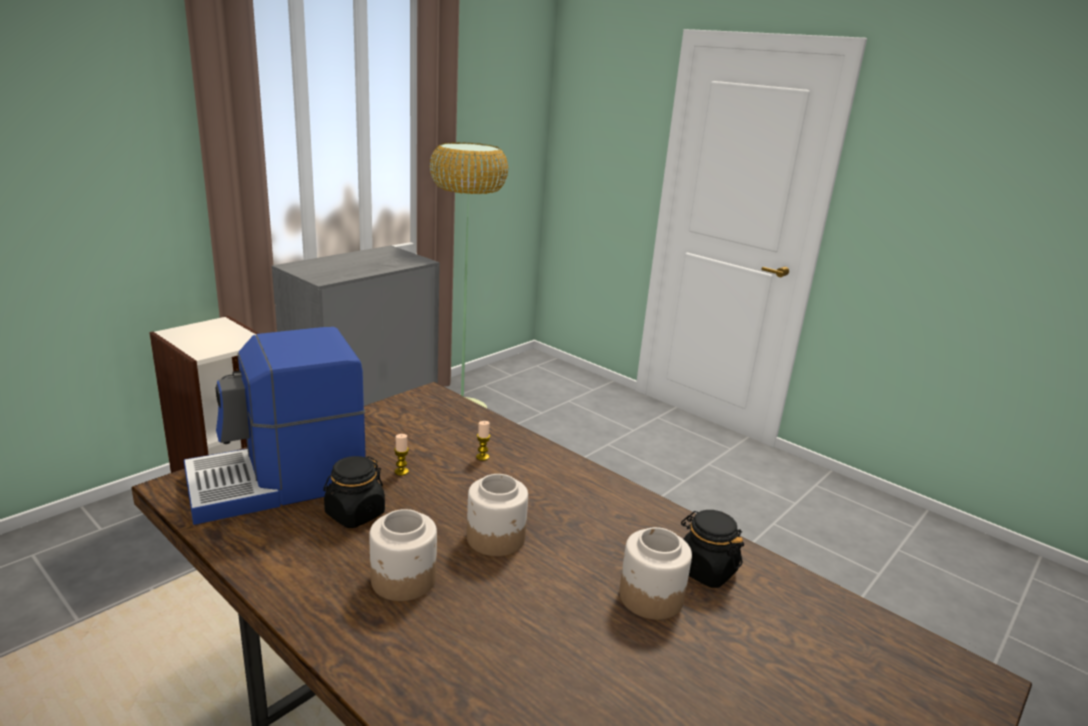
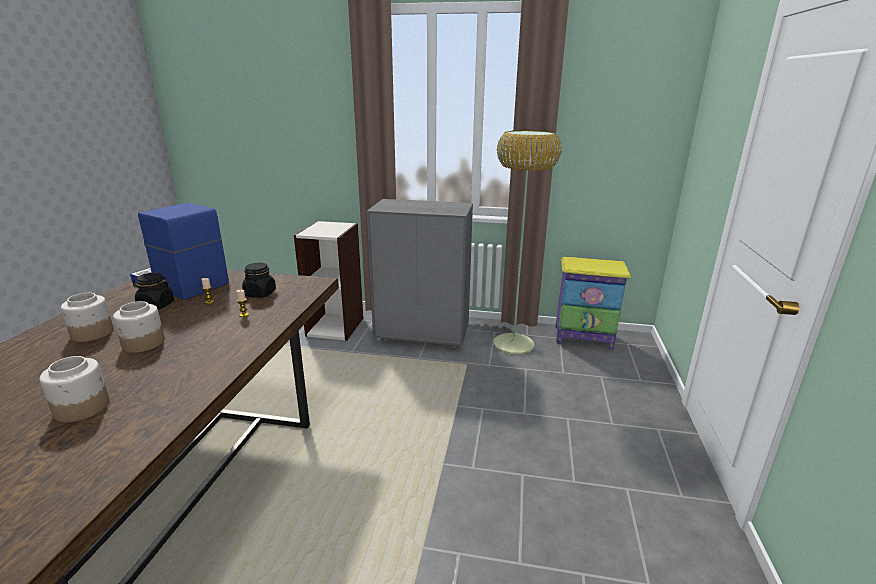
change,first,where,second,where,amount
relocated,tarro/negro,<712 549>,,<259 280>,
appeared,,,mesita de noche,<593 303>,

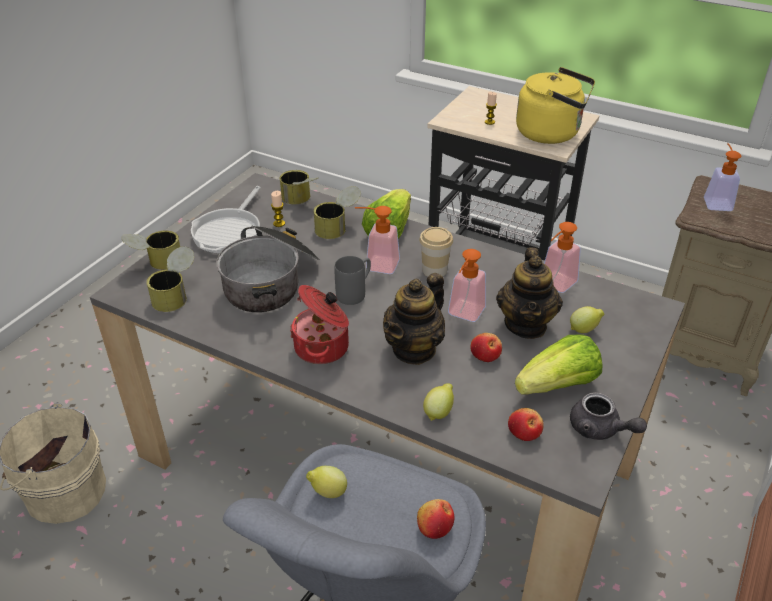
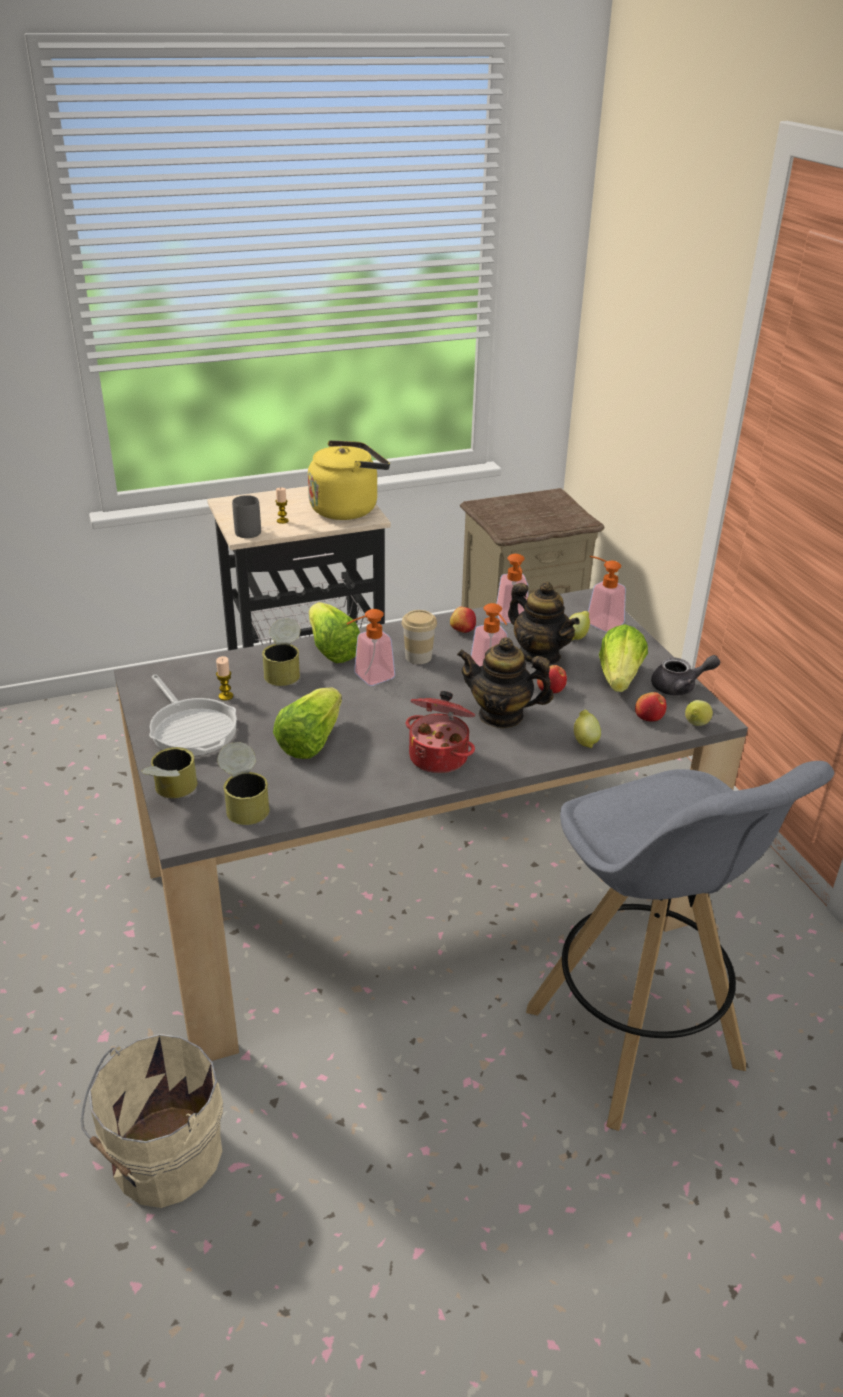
change,first,where,second,where,amount
relocated,taza grande/gris,<352 280>,,<246 516>,
exchanged,olla,<267 269>,lechuga,<307 723>,
relocated,manzana,<436 519>,,<463 620>,
spun,tetera,<414 319>,,<505 682>,120 degrees clockwise
relocated,dispensador de jabón,<722 177>,,<607 594>,
relocated,limón,<326 482>,,<699 713>,
missing,lata,<298 187>,,,

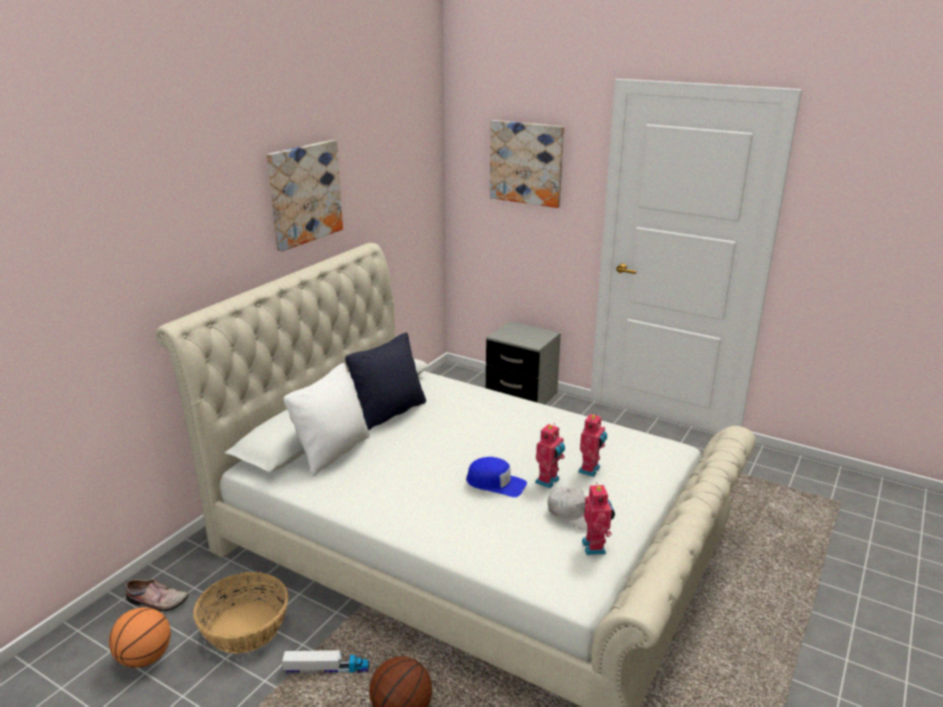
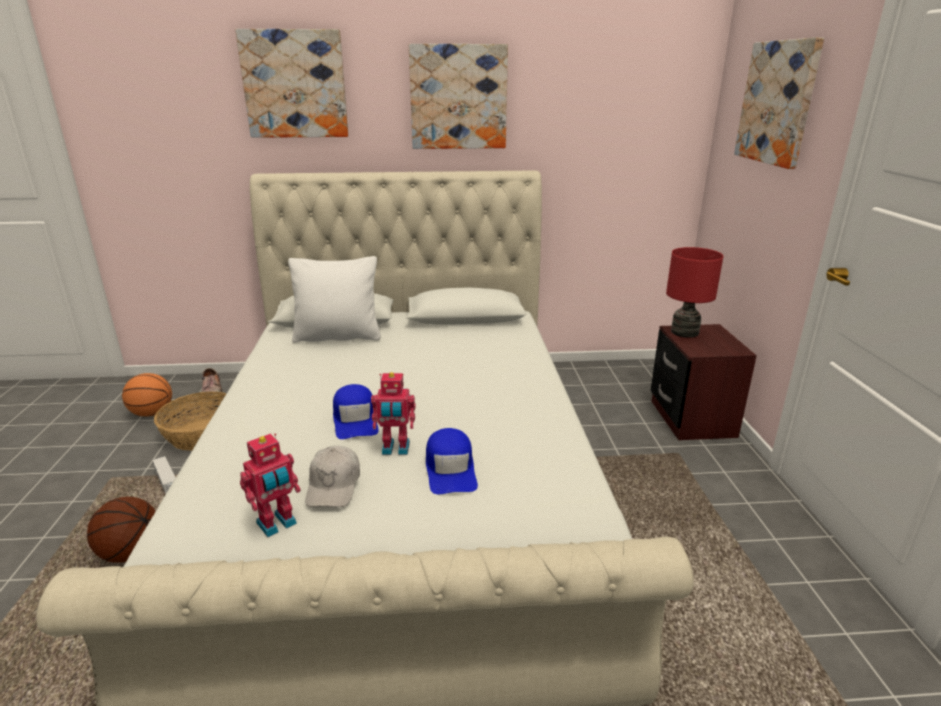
change,first,where,second,where,amount
appeared,,,cuadro,<292 83>,
exchanged,robot de juguete,<592 445>,gorra/azul,<452 461>,
colour,mesita de noche/gris,<523 363>,mesita de noche/marrón,<704 382>,
appeared,,,lámpara de mesa/rojo,<694 292>,
missing,cojín/negro,<385 381>,,,

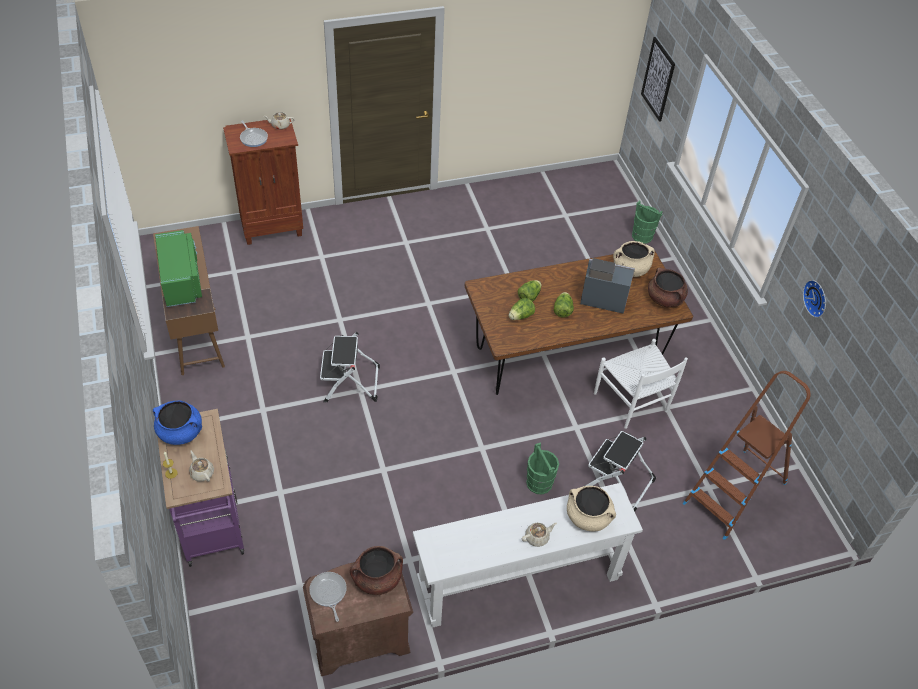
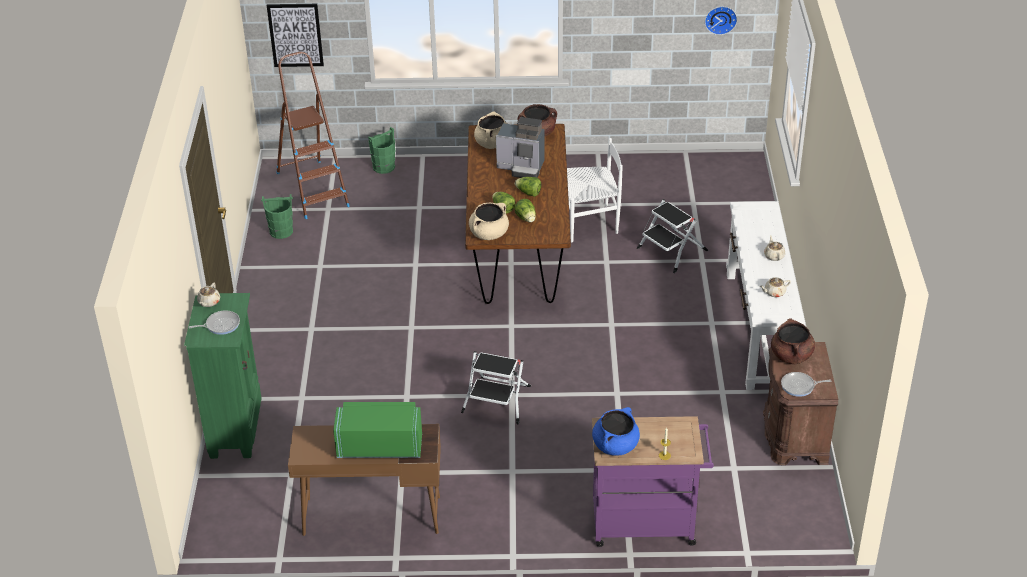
change,first,where,second,where,amount
colour,armario/marrón,<263 182>,armario/verde,<223 376>,
relocated,cubo/verde,<542 468>,,<277 216>,
relocated,escalera de tijera/marrón,<747 455>,,<313 135>,
relocated,olla/beis,<591 508>,,<489 221>,
spun,cafetera,<607 286>,,<520 147>,105 degrees counterclockwise
relocated,reloj de pared,<814 299>,,<721 20>,
relocated,tetera/beis,<201 466>,,<775 287>,

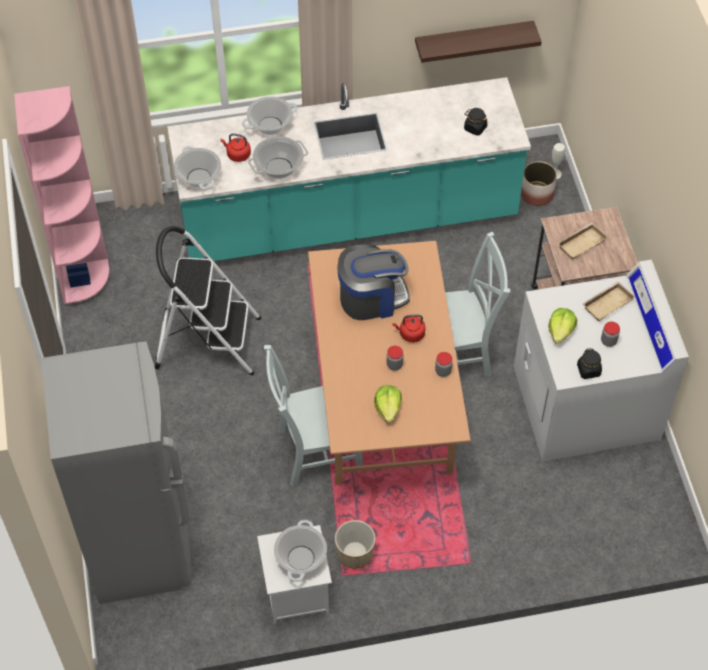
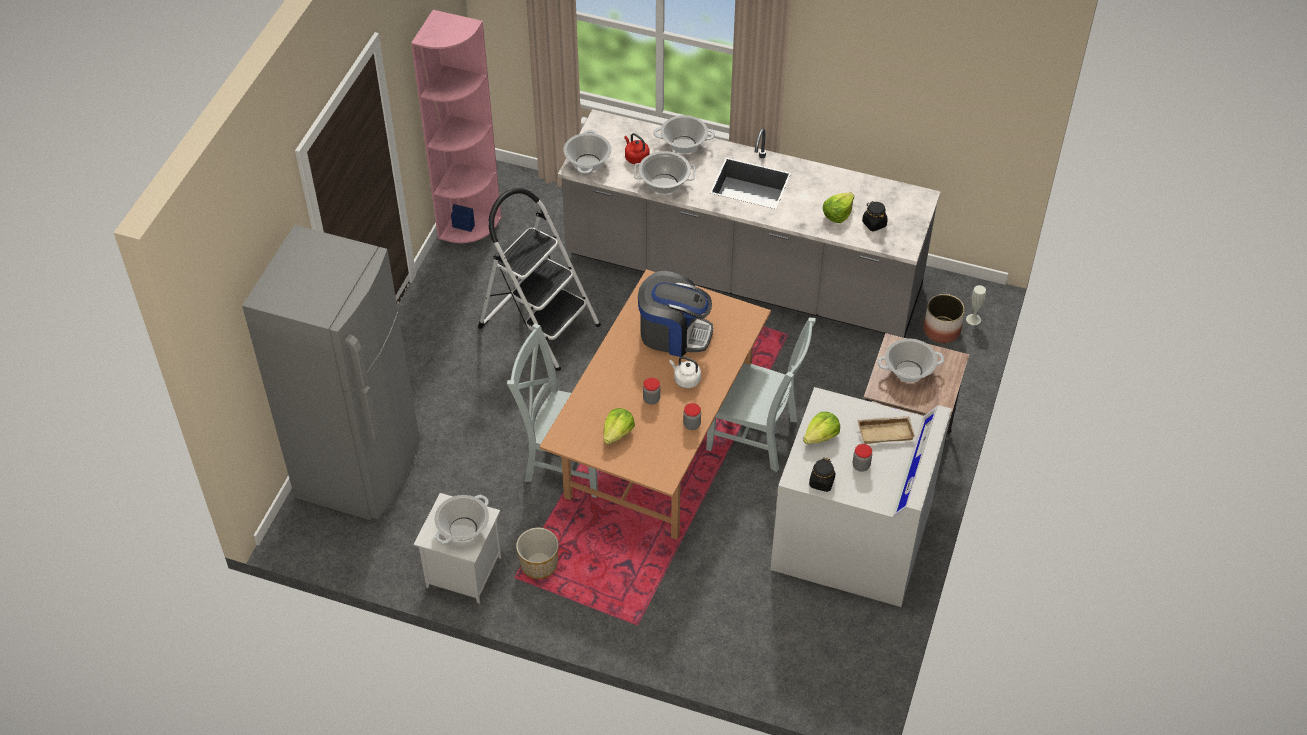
change,first,where,second,where,amount
colour,mueble bajo de cocina/turquesa,<349 169>,mueble bajo de cocina/gris,<749 223>,
colour,hervidor/rojo,<409 328>,hervidor/blanco,<685 372>,
appeared,,,lechuga,<838 208>,
exchanged,bandeja/beis,<582 240>,olla,<911 360>,
missing,estante,<478 42>,,,

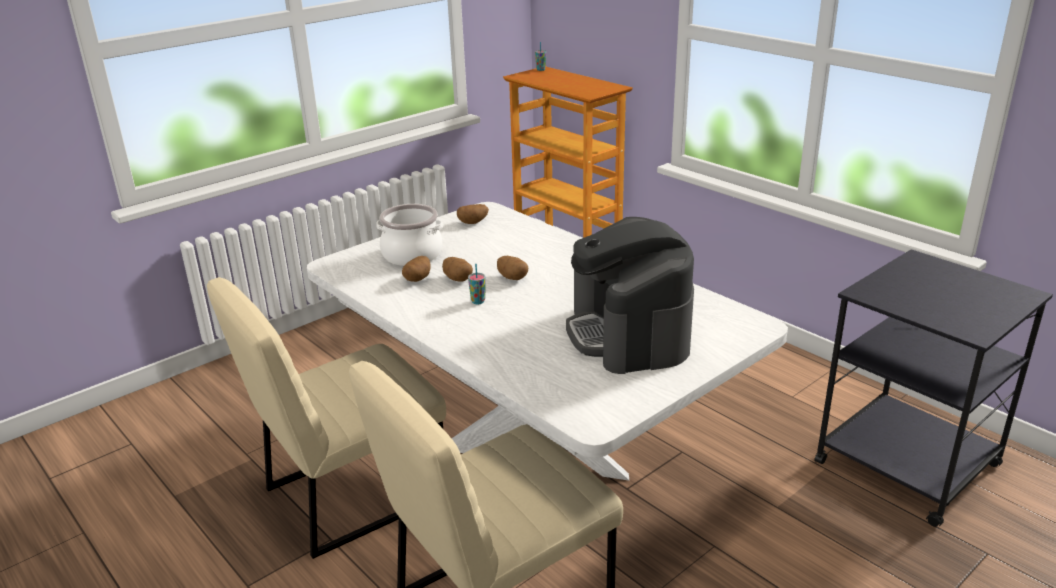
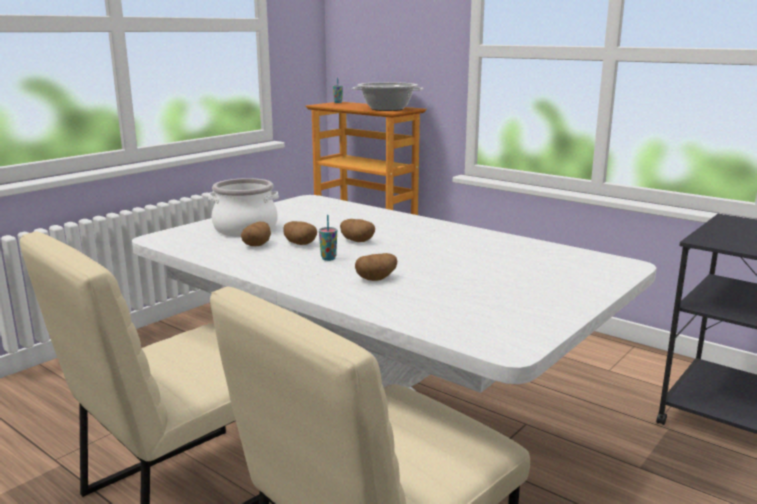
change,first,where,second,where,amount
appeared,,,olla,<387 96>,
relocated,patata,<473 214>,,<376 267>,
missing,cafetera,<630 295>,,,

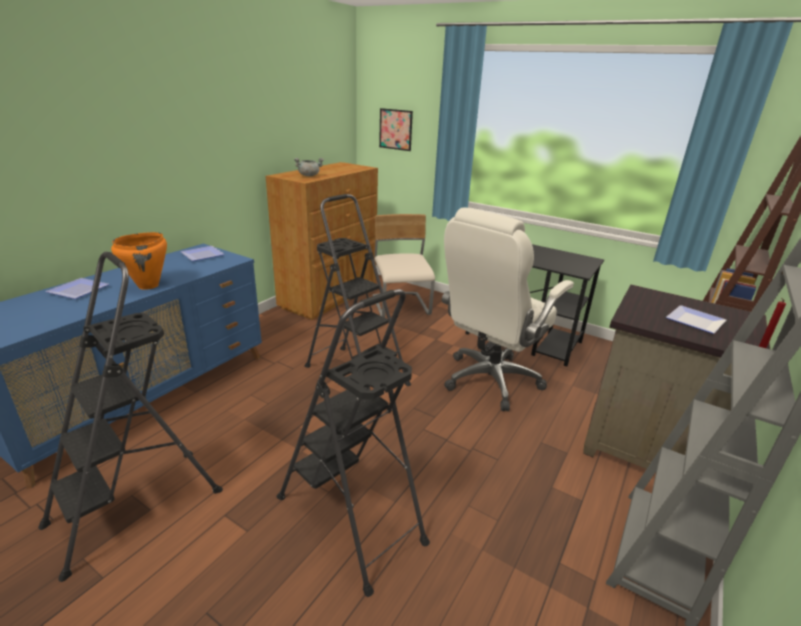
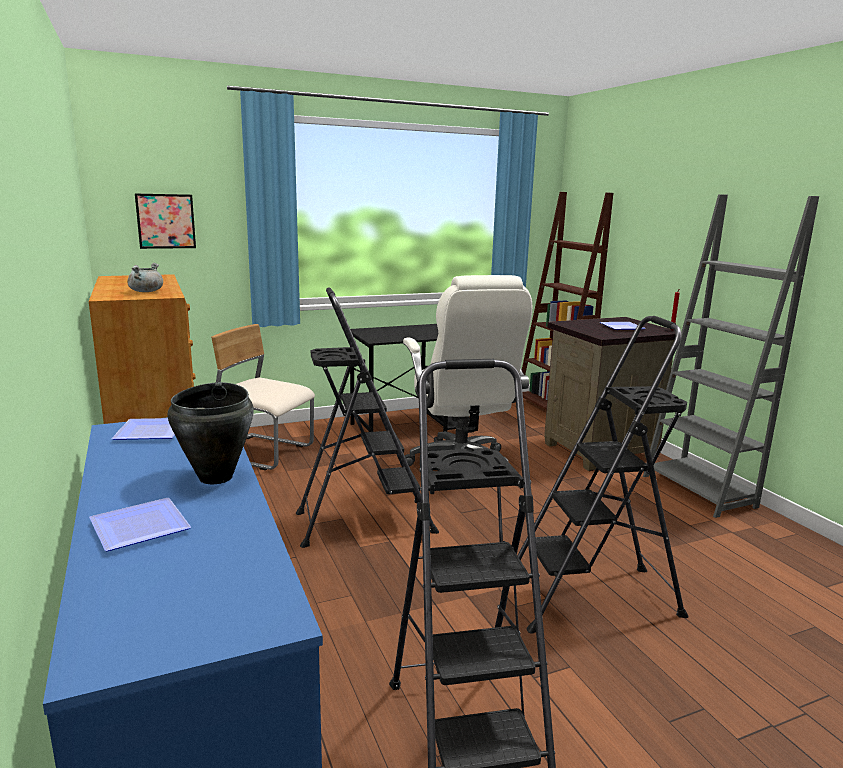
change,first,where,second,where,amount
colour,olla/naranja,<139 261>,olla/negro,<211 433>,

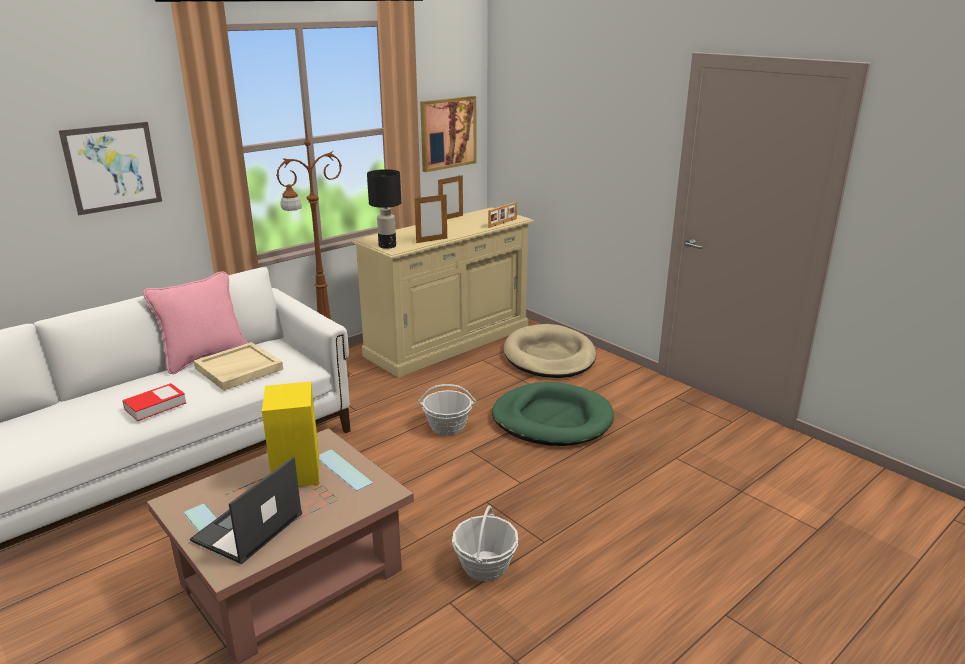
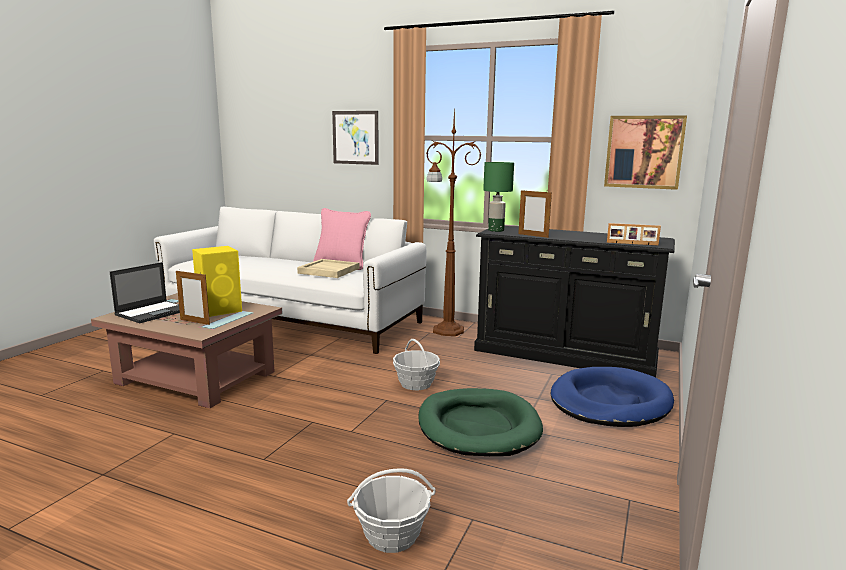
change,first,where,second,where,amount
spun,portátil,<246 510>,,<145 292>,120 degrees clockwise
relocated,portarretratos,<450 197>,,<193 297>,
relocated,cesta,<485 543>,,<391 510>,
colour,armario/beis,<443 292>,armario/negro,<574 301>,
colour,lámpara de mesa/negro,<384 209>,lámpara de mesa/verde,<498 197>,
colour,cama para perro/beis,<550 351>,cama para perro/azul,<612 397>,
missing,libro,<154 402>,,,

